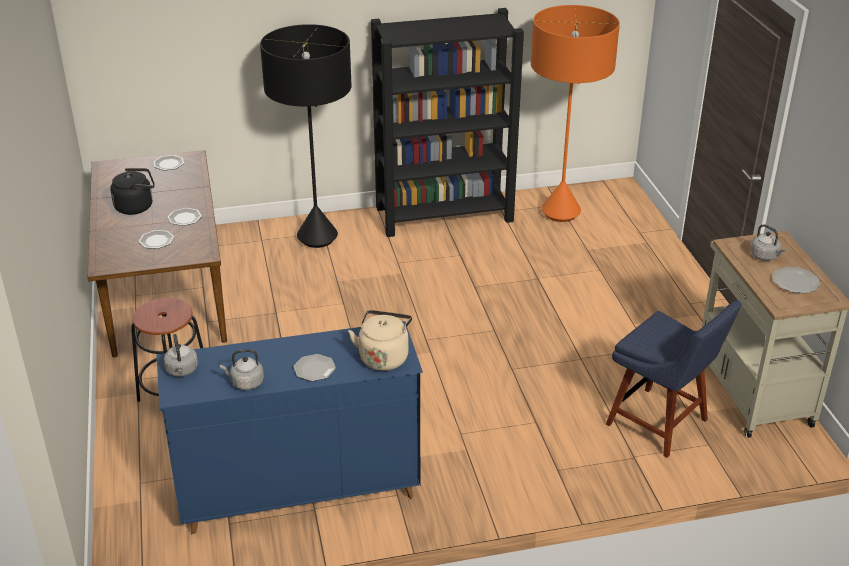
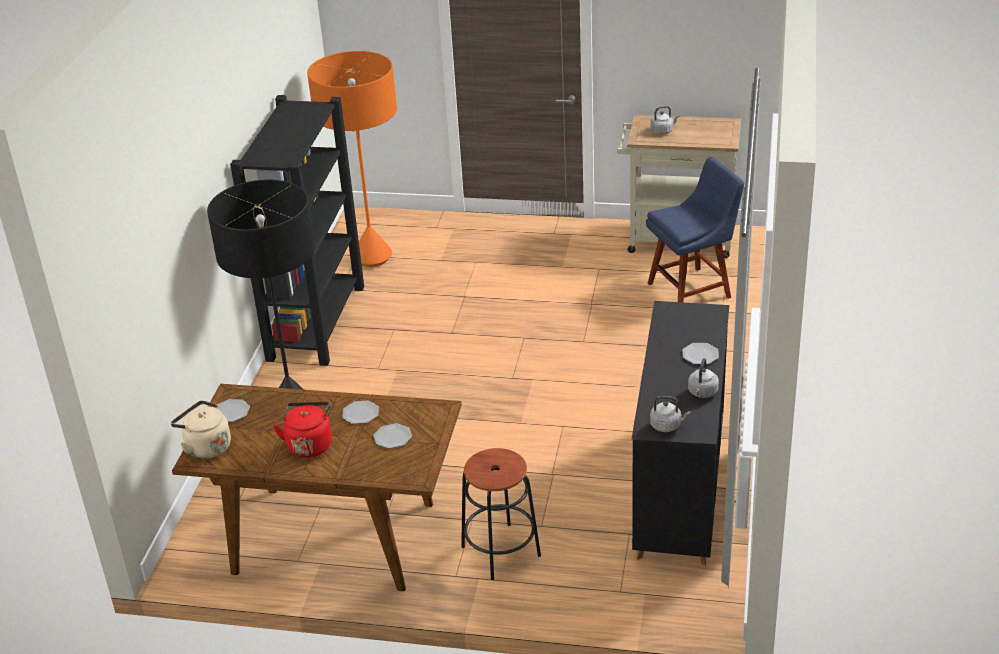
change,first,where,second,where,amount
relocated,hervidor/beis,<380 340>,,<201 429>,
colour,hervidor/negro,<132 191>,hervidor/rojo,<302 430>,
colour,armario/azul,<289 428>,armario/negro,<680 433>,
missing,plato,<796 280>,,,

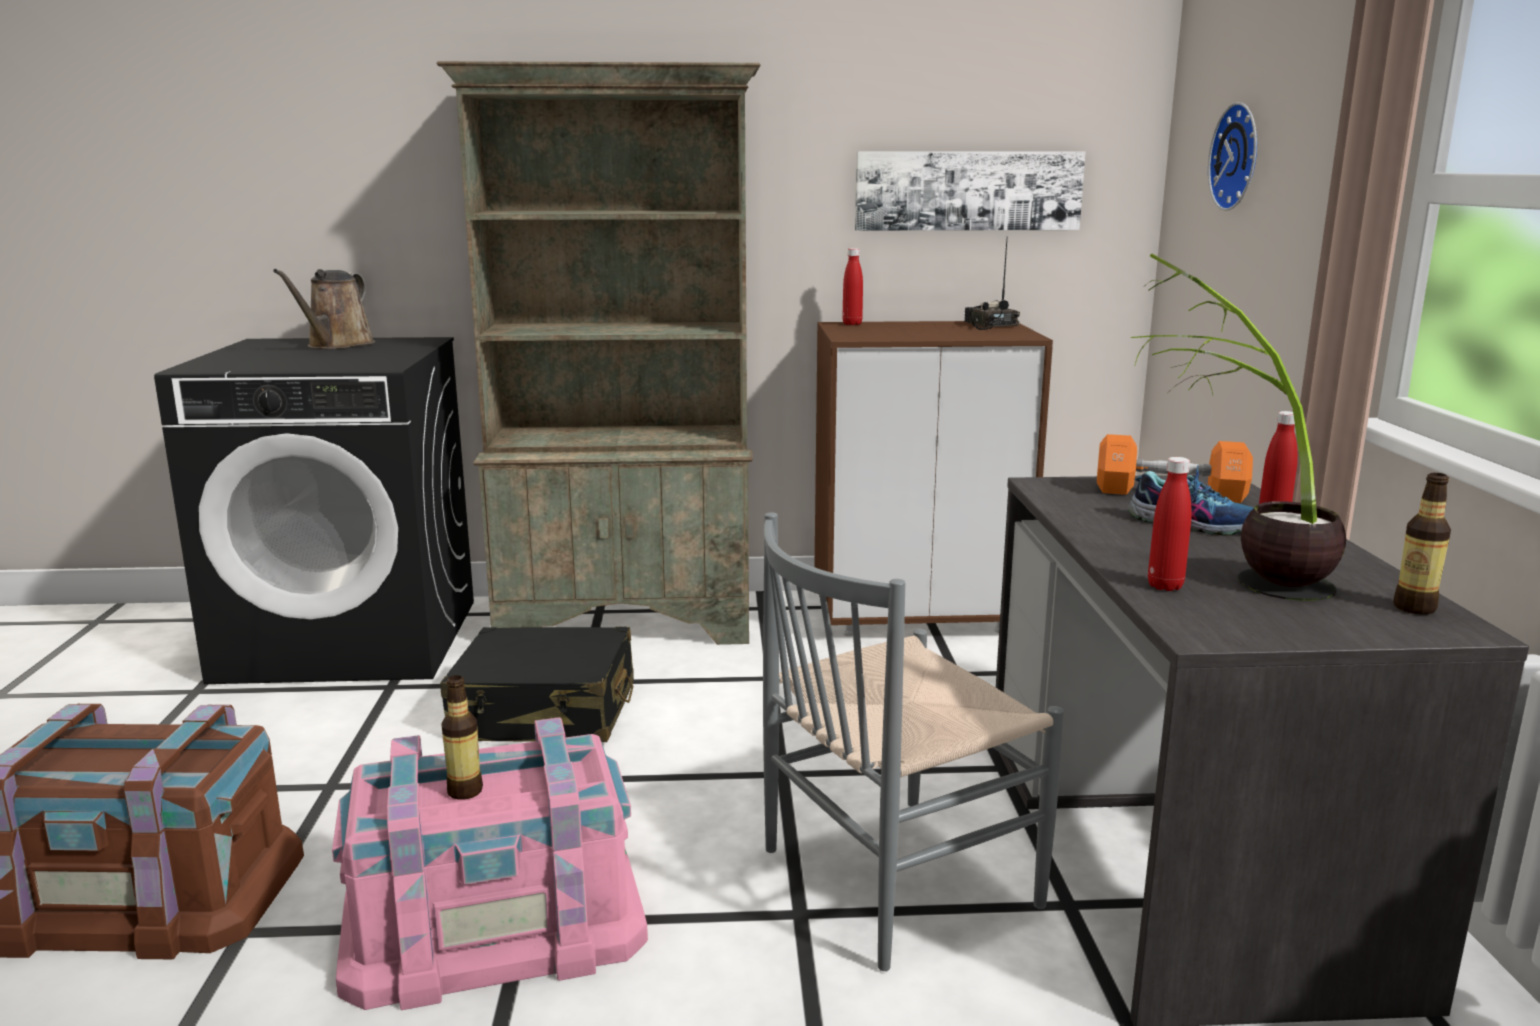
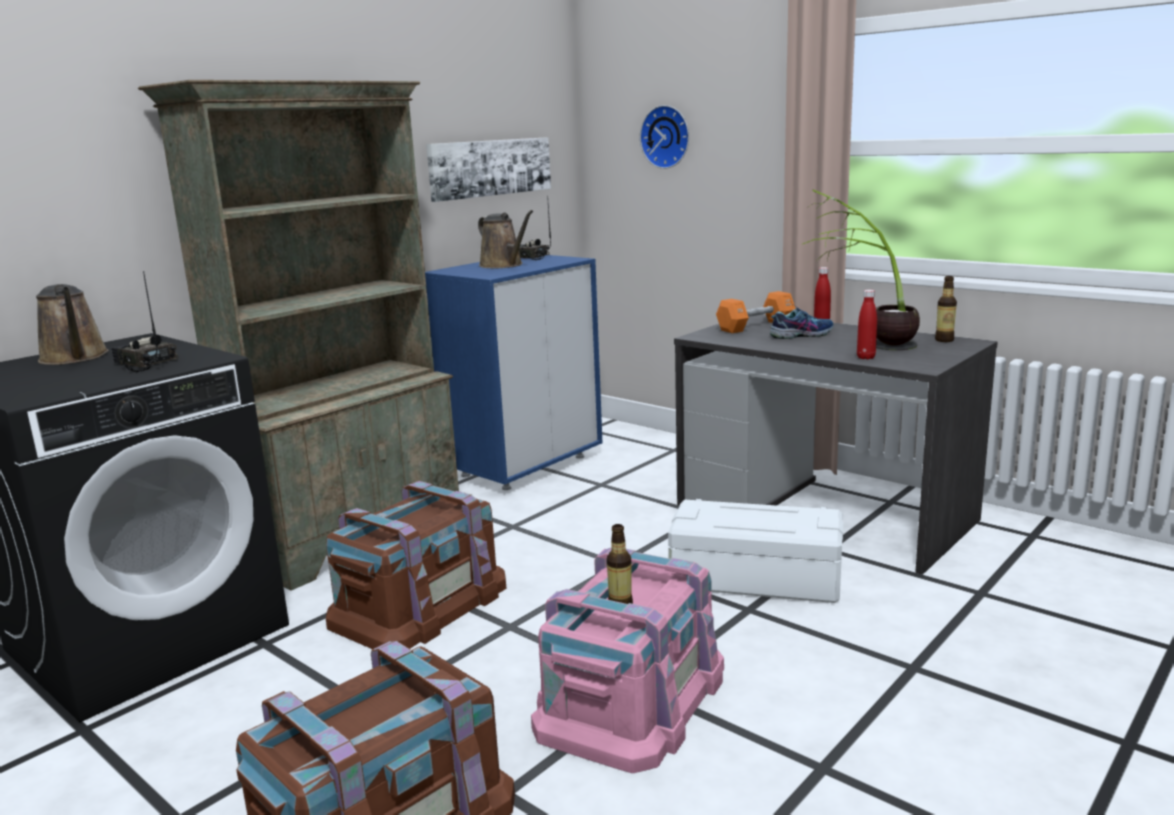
change,first,where,second,where,amount
appeared,,,radio,<145 321>,
exchanged,maleta/negro,<537 684>,caja de almacenaje/marrón,<416 565>,
colour,armario/marrón,<933 478>,armario/azul,<513 372>,
appeared,,,regadera/marrón,<505 239>,
exchanged,silla/gris,<913 741>,caja de almacenaje/blanco,<755 551>,
missing,botella/rojo,<852 286>,,,

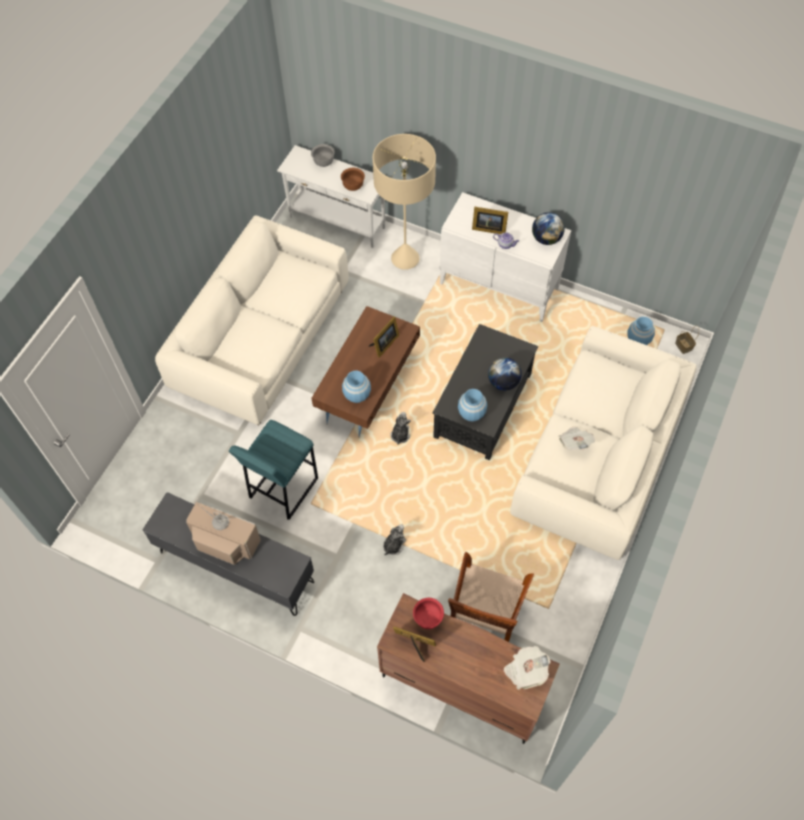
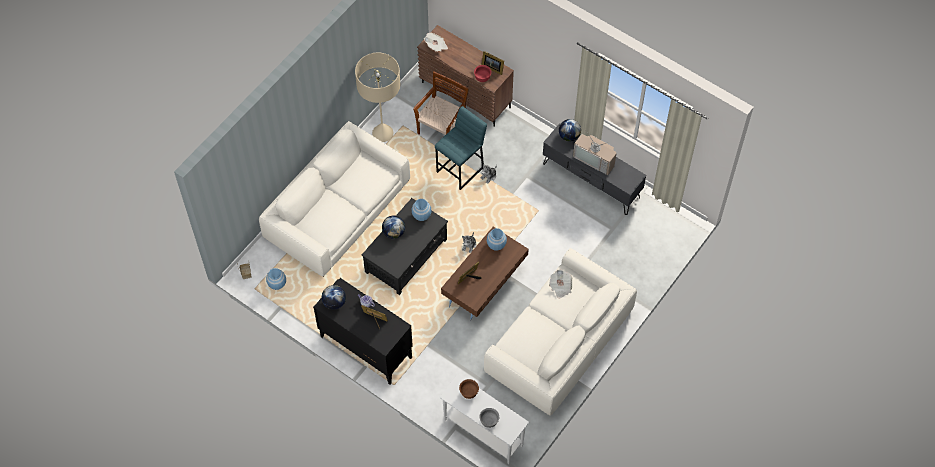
change,first,where,second,where,amount
colour,armario/blanco,<506 257>,armario/negro,<363 331>,
relocated,lámpara de pie/beis,<404 202>,,<377 97>,
relocated,taburete/turquesa,<273 470>,,<461 148>,
relocated,periódico,<576 438>,,<560 284>,
appeared,,,globo terráqueo,<570 130>,

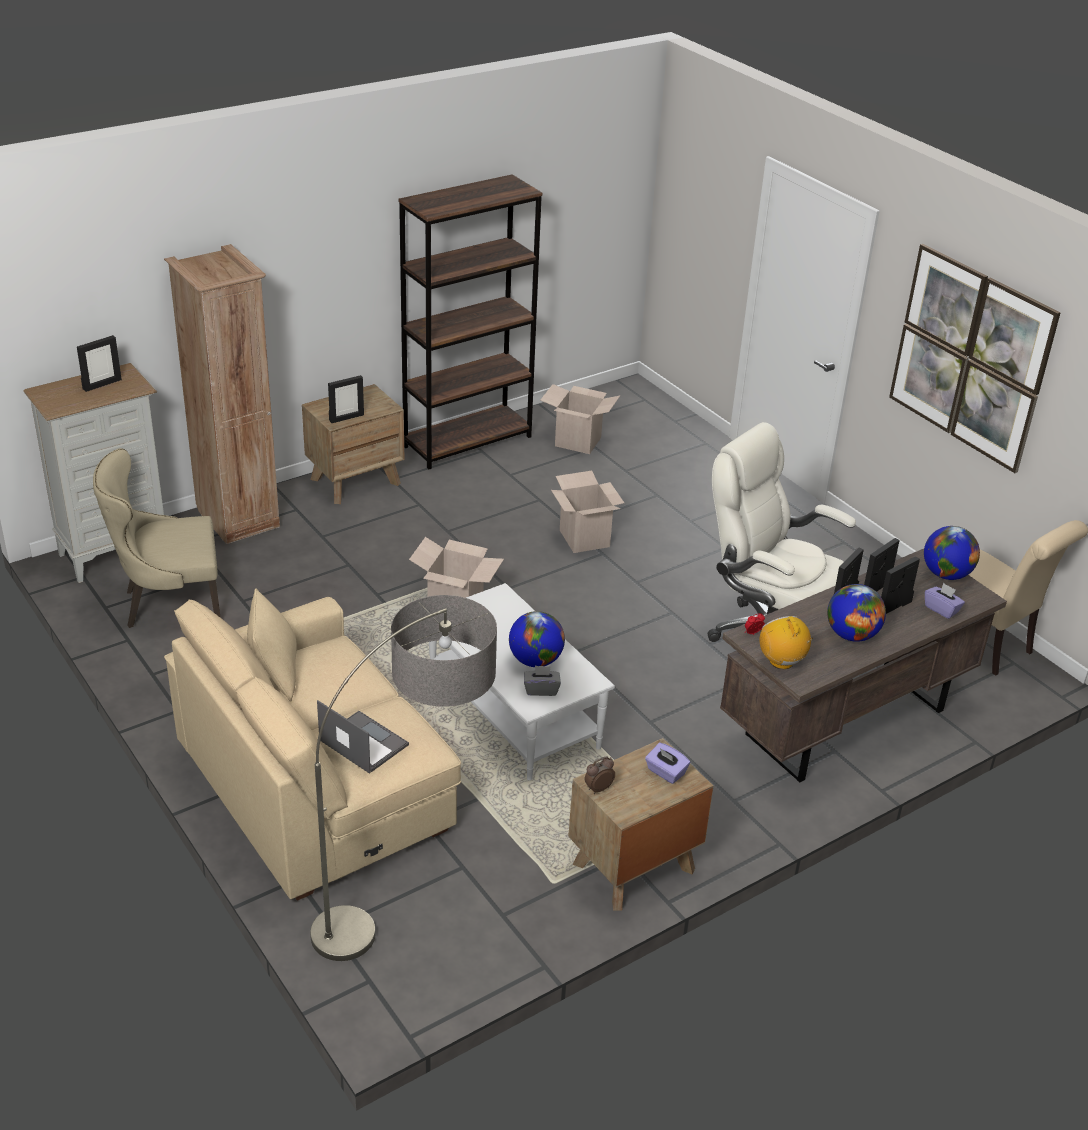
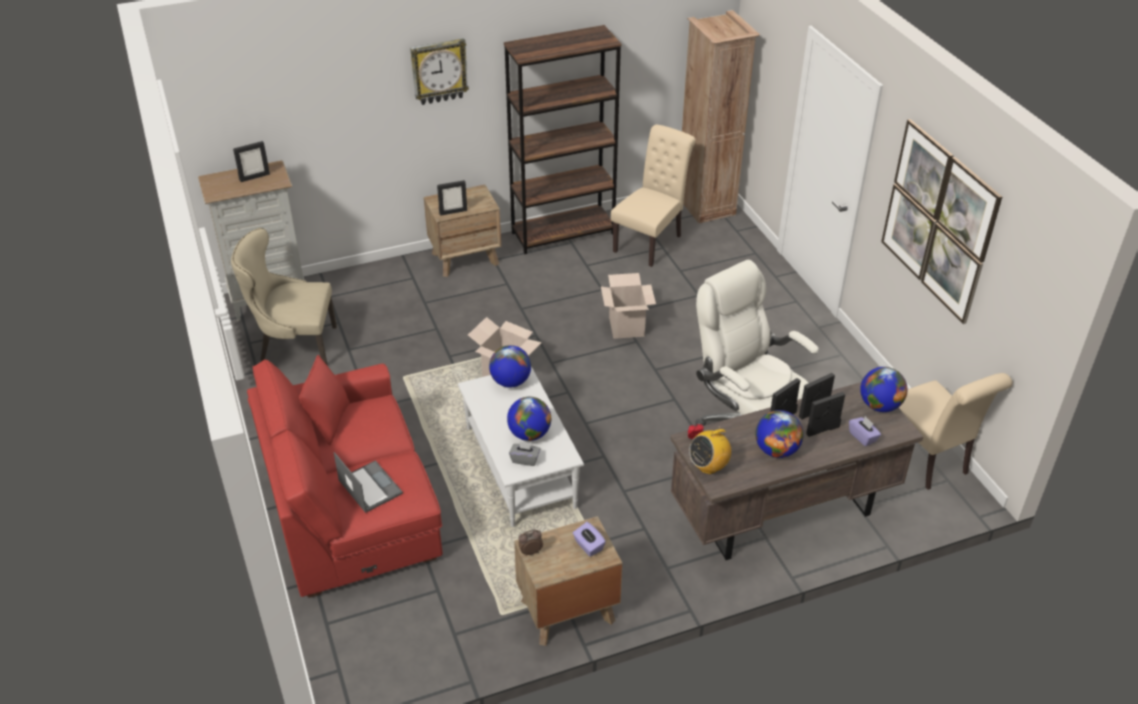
change,first,where,second,where,amount
colour,sofá/beis,<312 744>,sofá/rojo,<345 476>,
appeared,,,reloj de pared,<439 71>,
appeared,,,globo terráqueo,<510 366>,
exchanged,caja de cartón,<580 419>,silla/beis,<653 196>,
relocated,armario/marrón,<222 394>,,<721 117>,
spun,radio,<786 642>,,<710 449>,120 degrees counterclockwise
missing,lámpara de pie,<403 778>,,,

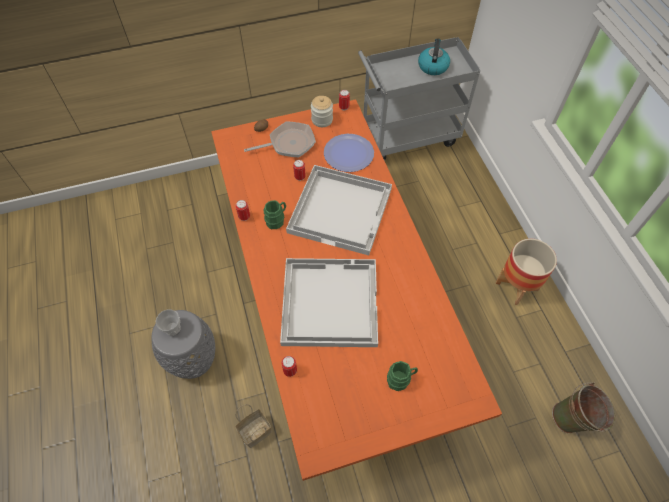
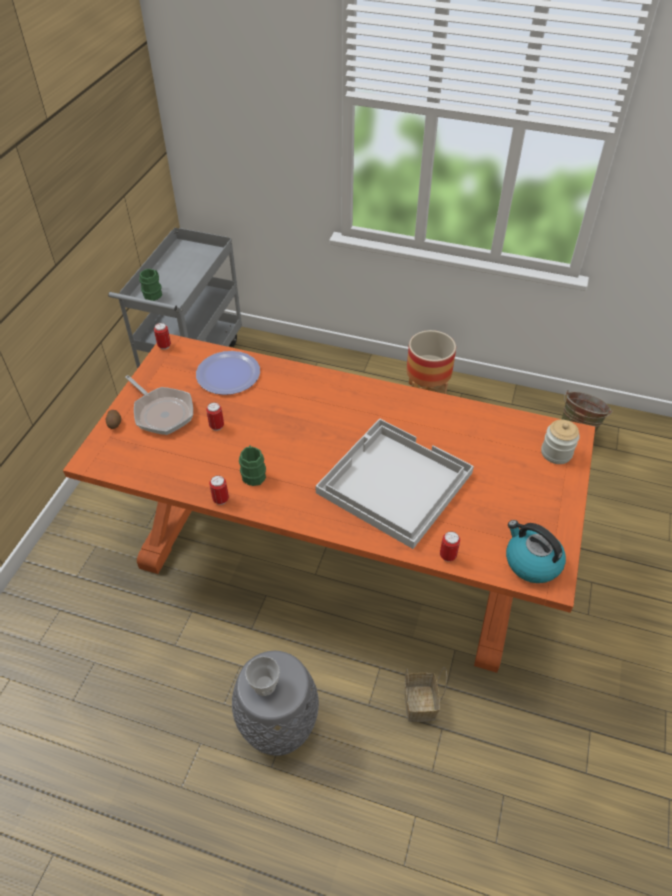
change,first,where,second,where,amount
spun,sartén,<280 139>,,<159 405>,120 degrees clockwise
relocated,taza grande/verde,<402 376>,,<150 285>,
relocated,hervidor,<434 57>,,<536 551>,
relocated,tarro,<322 111>,,<560 442>,
missing,bandeja/blanco,<339 210>,,,

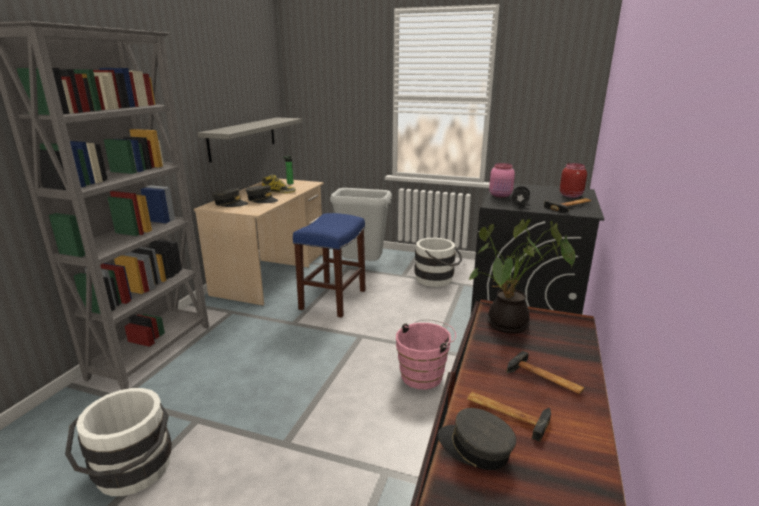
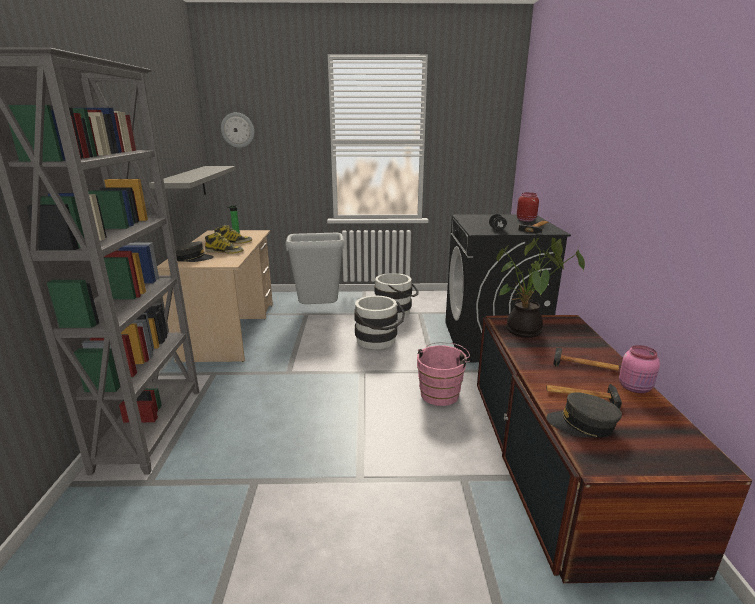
change,first,where,second,where,amount
exchanged,gorra/gris,<262 194>,bota,<224 243>,
appeared,,,reloj de pared,<237 130>,
relocated,cubo/blanco,<118 442>,,<379 322>,
relocated,tarro/rosa,<502 180>,,<639 369>,
missing,taburete/azul,<329 265>,,,

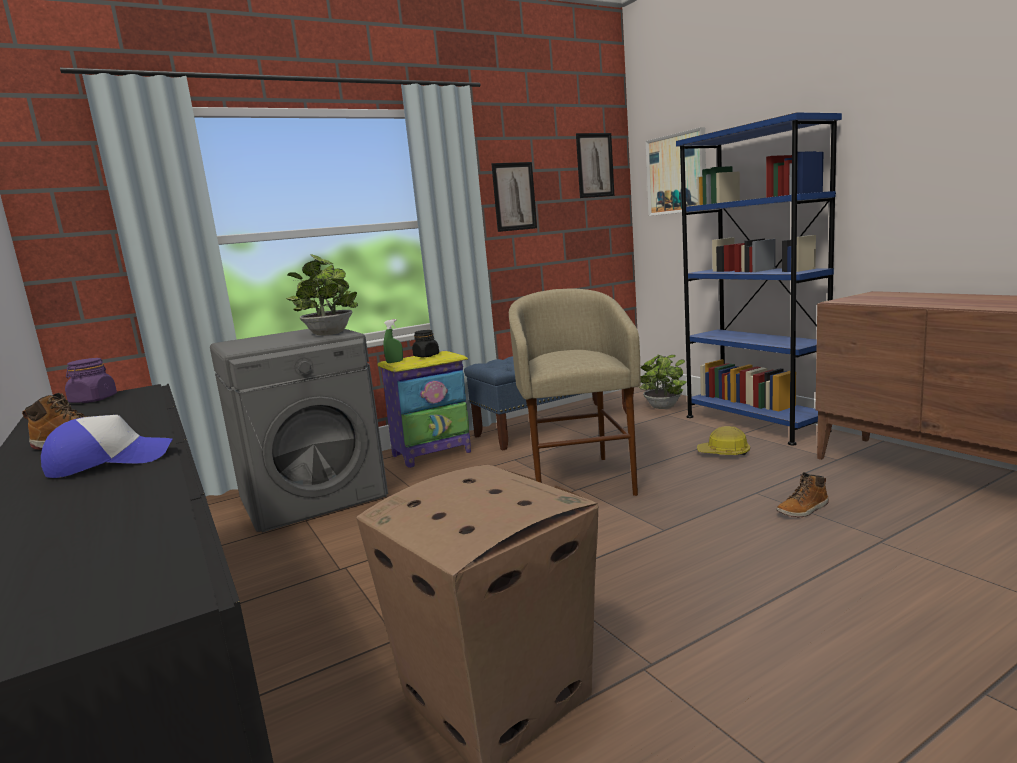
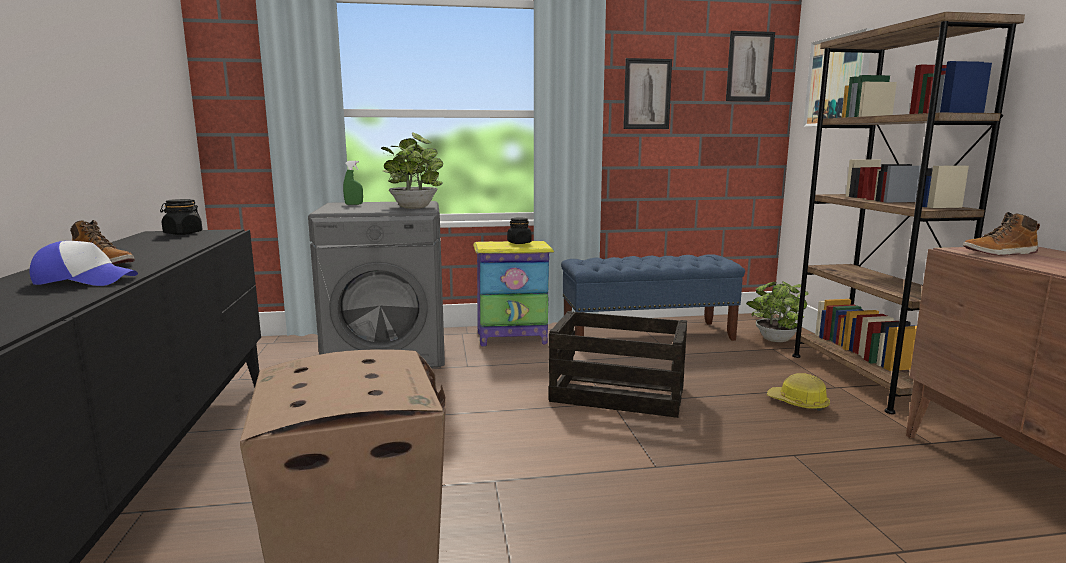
change,first,where,second,where,amount
colour,tarro/morado,<91 380>,tarro/negro,<181 217>,
relocated,pulverizador/verde,<393 341>,,<353 183>,
exchanged,taburete/beis,<575 392>,caja de embalaje,<617 364>,
colour,estantería/azul,<759 278>,estantería/marrón,<908 213>,
relocated,bota,<802 494>,,<1001 234>,

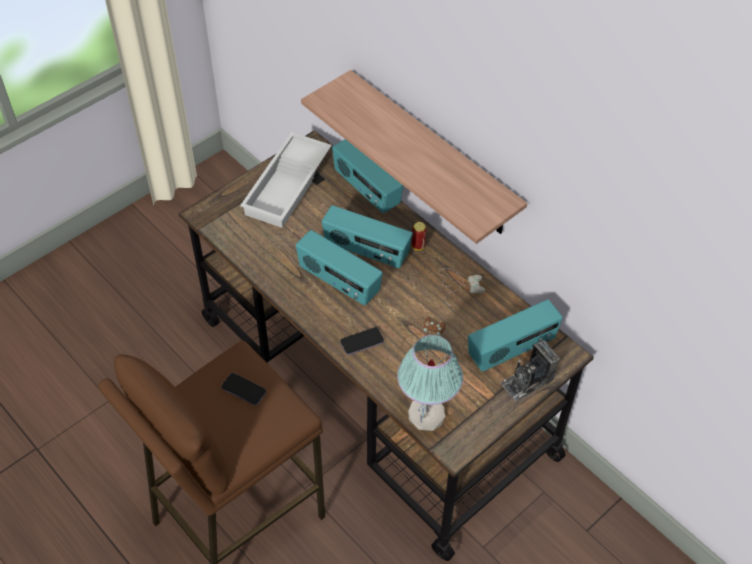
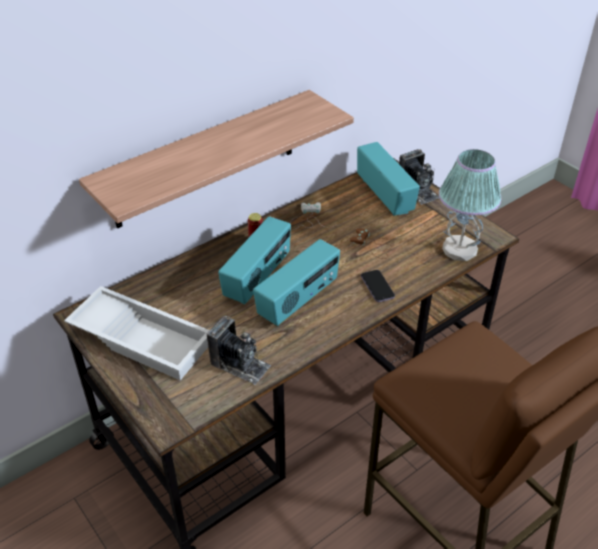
change,first,where,second,where,amount
appeared,,,cámara,<239 350>,
missing,móvil,<243 389>,,,
missing,radio,<367 176>,,,

